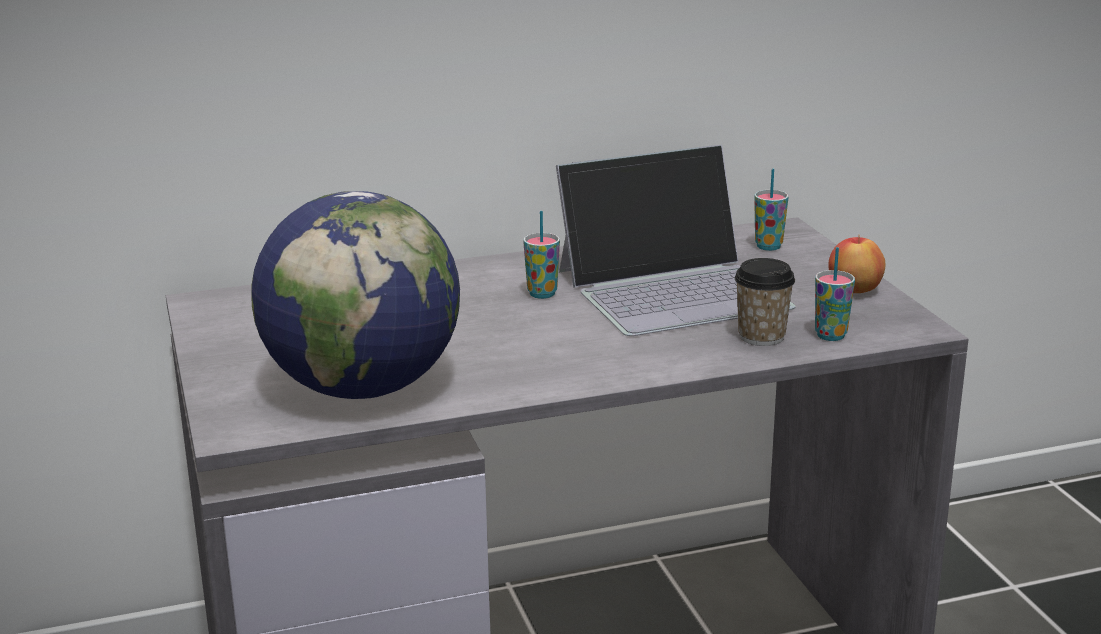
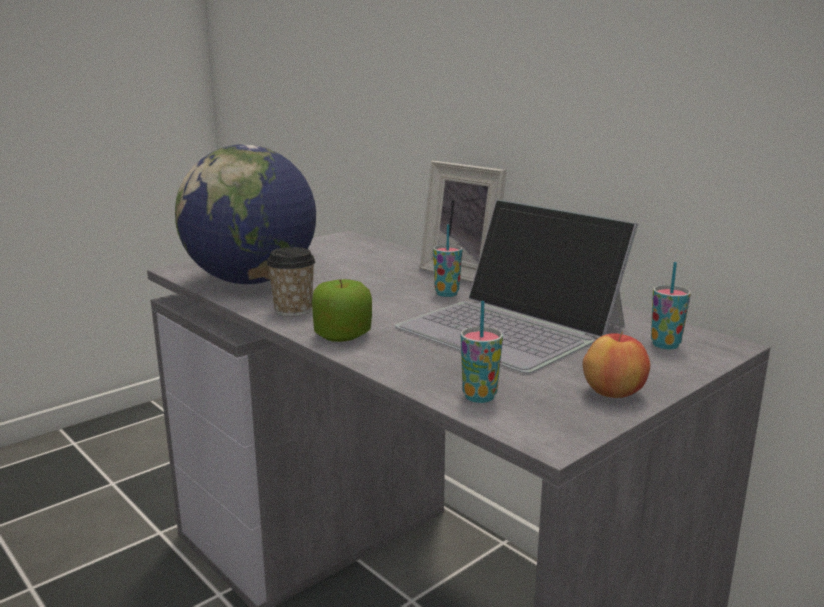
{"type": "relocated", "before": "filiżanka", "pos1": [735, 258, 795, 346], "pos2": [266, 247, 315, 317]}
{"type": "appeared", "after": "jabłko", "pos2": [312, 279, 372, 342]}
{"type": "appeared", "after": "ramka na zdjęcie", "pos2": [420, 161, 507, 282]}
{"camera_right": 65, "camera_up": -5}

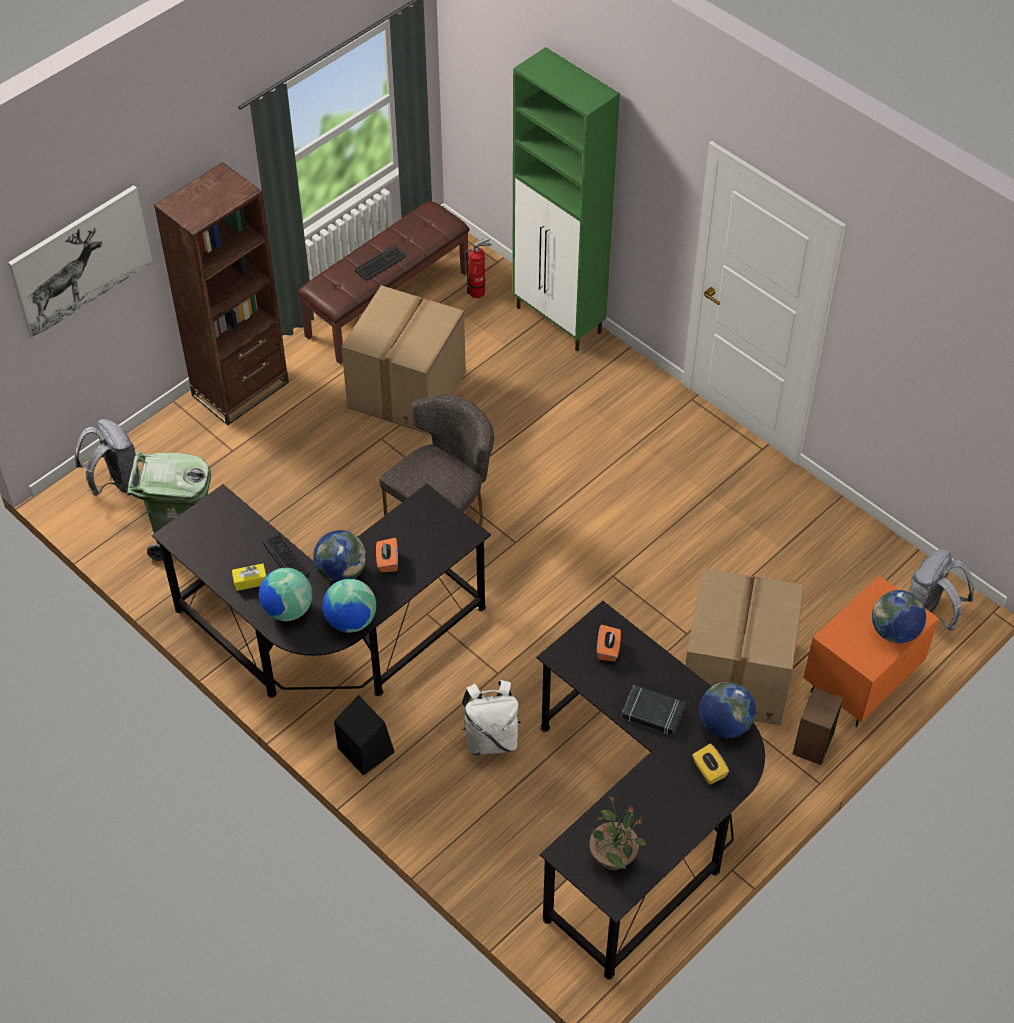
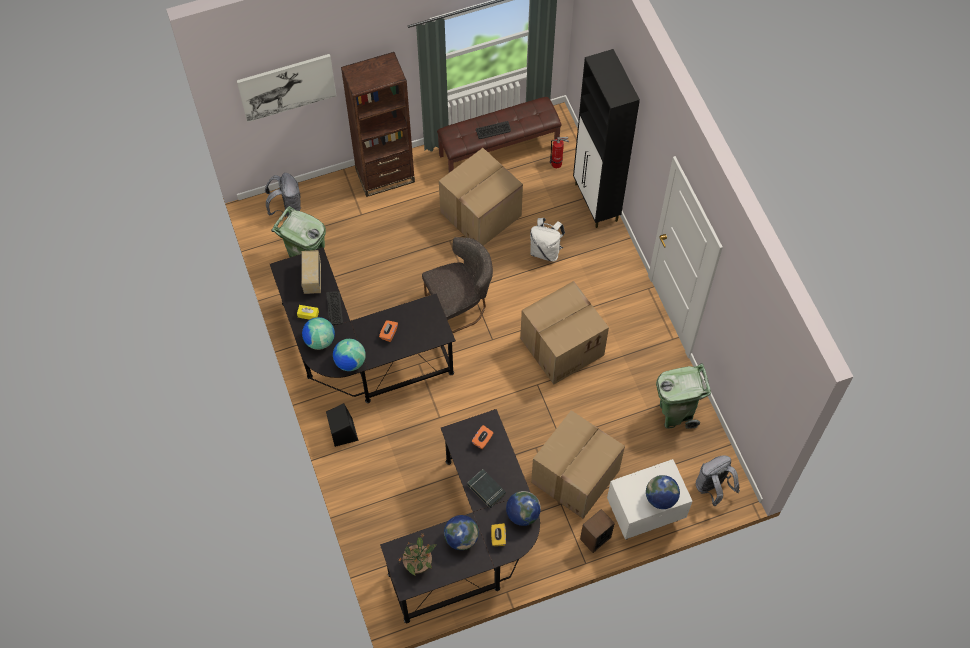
{"type": "appeared", "after": "radio", "pos2": [301, 250, 321, 294]}
{"type": "relocated", "before": "globus", "pos1": [313, 530, 366, 583], "pos2": [444, 515, 479, 550]}
{"type": "appeared", "after": "karton", "pos2": [520, 281, 609, 385]}
{"type": "relocated", "before": "plecak [biały]", "pos1": [461, 680, 521, 755], "pos2": [530, 218, 565, 262]}
{"type": "colour", "before": "szafka [zielony]", "after": "szafka [czarny]", "pos1": [512, 47, 620, 351], "pos2": [573, 49, 640, 228]}
{"type": "colour", "before": "szafka nocna [pomarańczowy]", "after": "szafka nocna [biały]", "pos1": [804, 575, 939, 727], "pos2": [607, 459, 692, 540]}
{"type": "appeared", "after": "kosz na śmieci [zielony]", "pos2": [656, 363, 711, 429]}
{"camera_right": 25, "camera_up": 10}

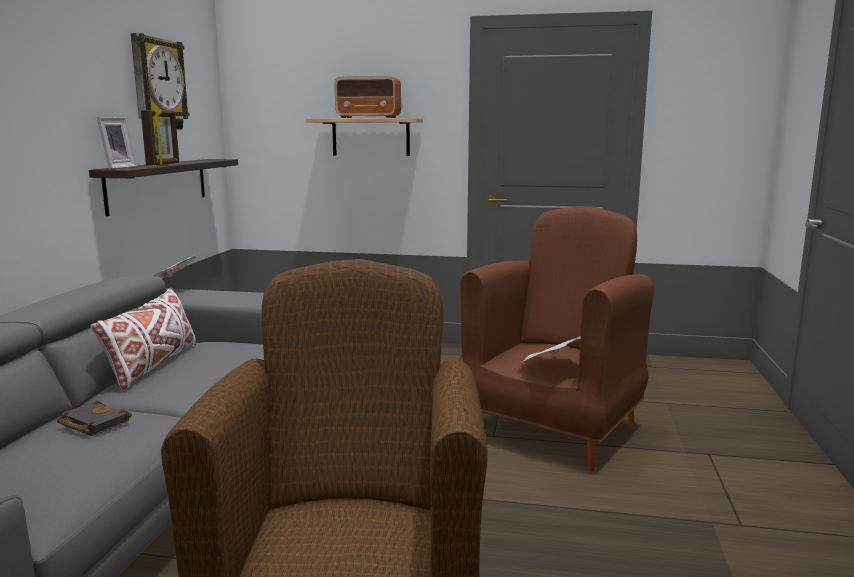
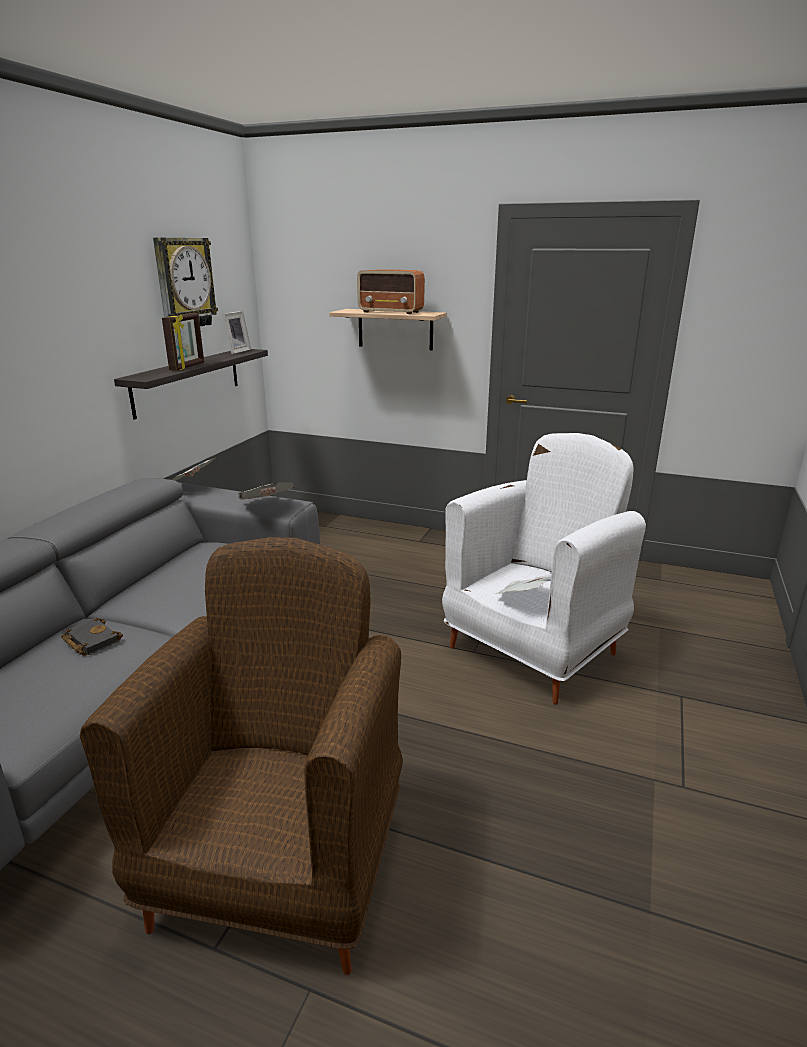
{"type": "relocated", "before": "ramka na zdjęcie", "pos1": [97, 117, 137, 169], "pos2": [223, 311, 251, 354]}
{"type": "appeared", "after": "gazeta", "pos2": [238, 482, 294, 500]}
{"type": "colour", "before": "fotel [brązowy]", "after": "fotel [biały]", "pos1": [460, 206, 654, 471], "pos2": [442, 433, 646, 704]}
{"type": "missing", "before": "poduszka [biały]", "pos1": [91, 288, 196, 389]}
{"camera_right": 10, "camera_up": 10}

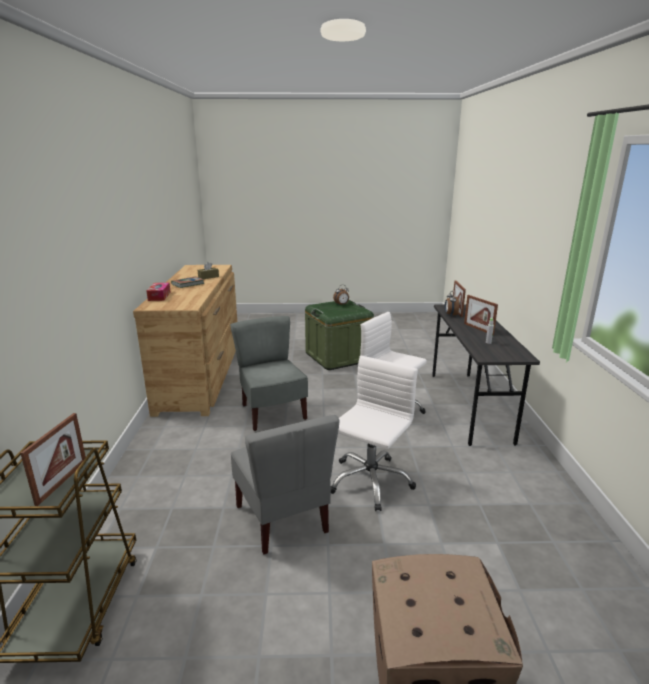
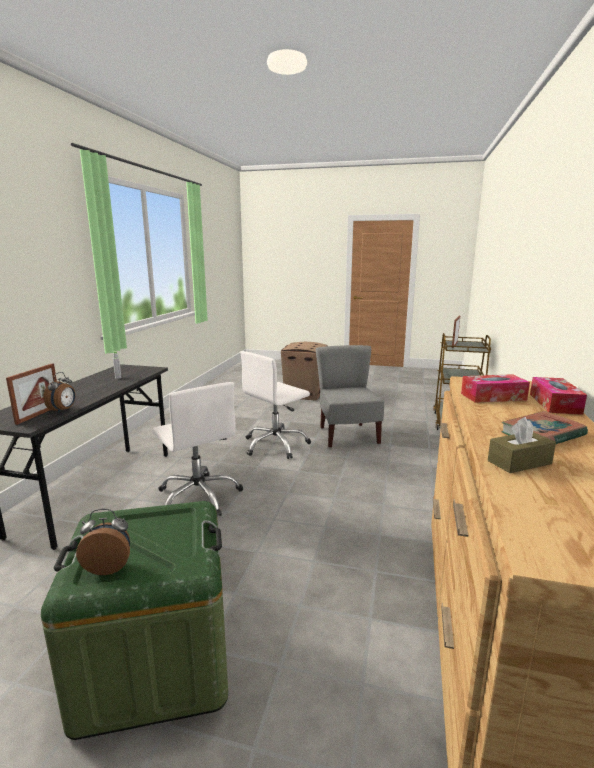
{"type": "appeared", "after": "pudełko chusteczek", "pos2": [461, 374, 530, 403]}
{"type": "missing", "before": "krzesło [szary]", "pos1": [230, 316, 308, 431]}
{"type": "missing", "before": "ramka na zdjęcie", "pos1": [464, 295, 498, 335]}
{"camera_right": -165, "camera_up": -5}

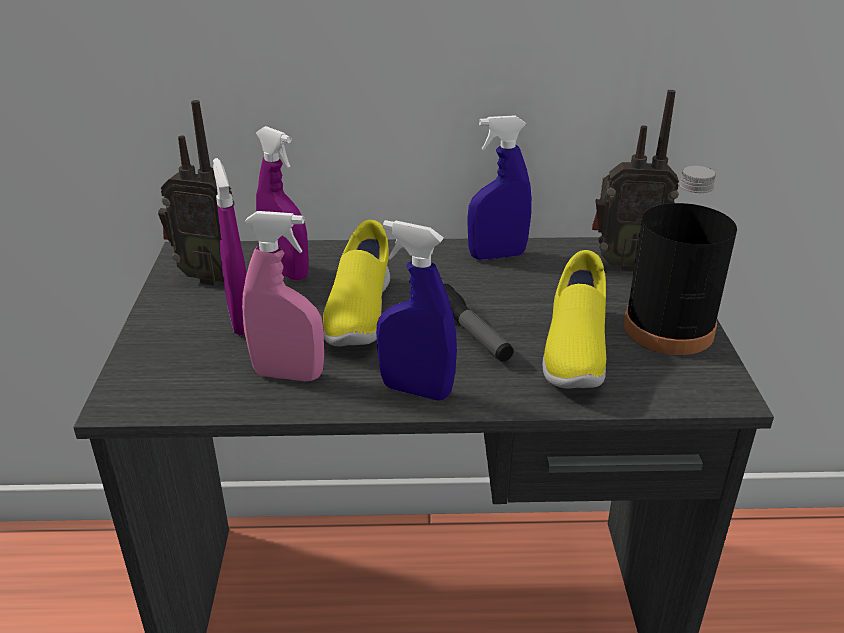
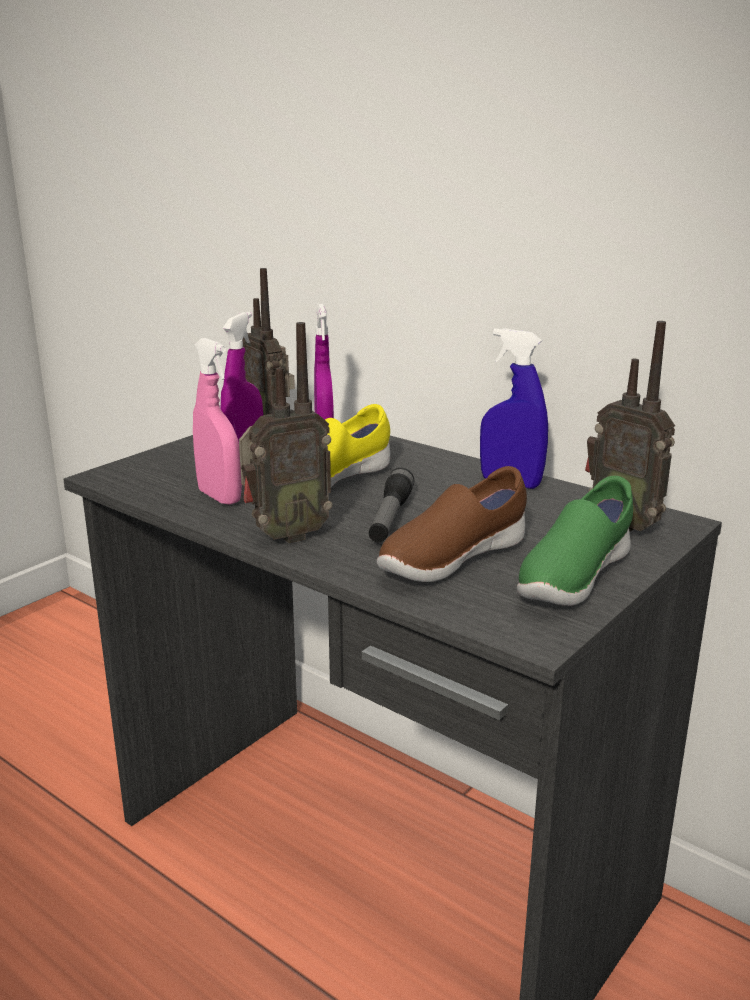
{"type": "exchanged", "before": "spryskiwacz [niebieski]", "after": "radio", "pos1": [376, 220, 457, 401], "pos2": [239, 322, 333, 543]}
{"type": "colour", "before": "but [żółty]", "after": "but [brązowy]", "pos1": [543, 250, 606, 389], "pos2": [377, 466, 527, 582]}
{"type": "exchanged", "before": "butelka [czarny]", "after": "but [zielony]", "pos1": [624, 166, 737, 355], "pos2": [517, 476, 633, 606]}
{"camera_right": 40, "camera_up": -10}

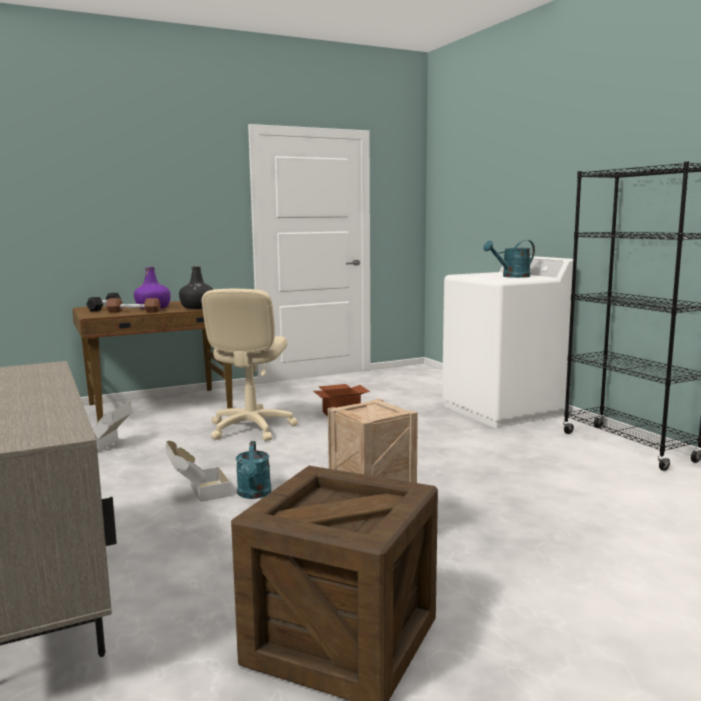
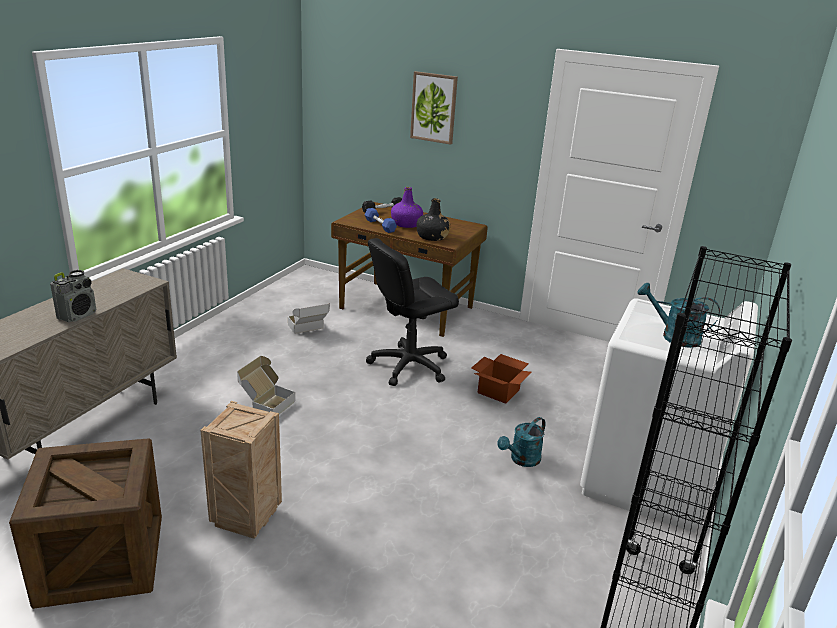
{"type": "appeared", "after": "radio", "pos2": [50, 270, 96, 322]}
{"type": "colour", "before": "hantel [brązowy]", "after": "hantel [niebieski]", "pos1": [106, 298, 161, 313], "pos2": [364, 208, 397, 233]}
{"type": "colour", "before": "krzesło biurowe [beżowy]", "after": "krzesło biurowe [czarny]", "pos1": [202, 289, 298, 441], "pos2": [366, 238, 459, 386]}
{"type": "appeared", "after": "obraz", "pos2": [410, 71, 458, 145]}
{"type": "relocated", "before": "konewka [turkusowy]", "pos1": [236, 441, 271, 499], "pos2": [497, 417, 546, 467]}
{"camera_right": 50, "camera_up": 15}

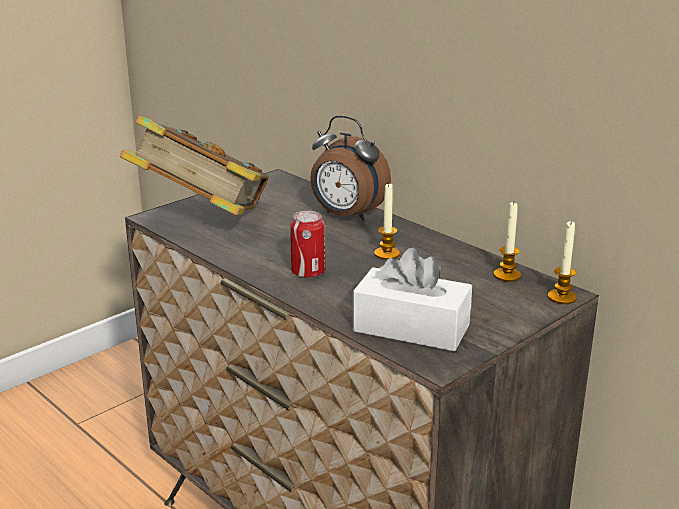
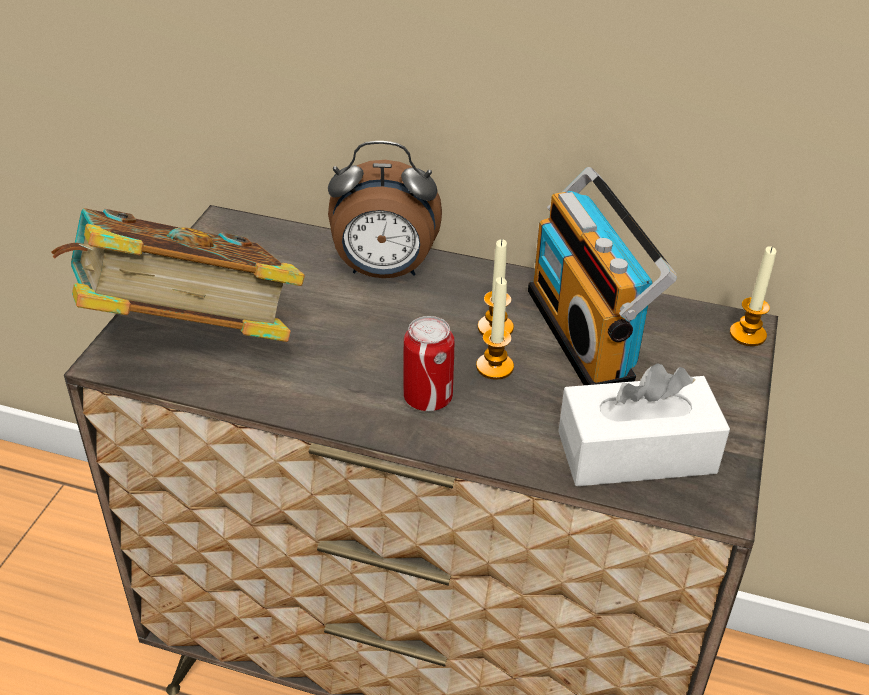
{"type": "relocated", "before": "świeca", "pos1": [494, 202, 521, 282], "pos2": [476, 277, 514, 380]}
{"type": "appeared", "after": "radio", "pos2": [528, 167, 677, 385]}
{"camera_right": -30, "camera_up": 15}

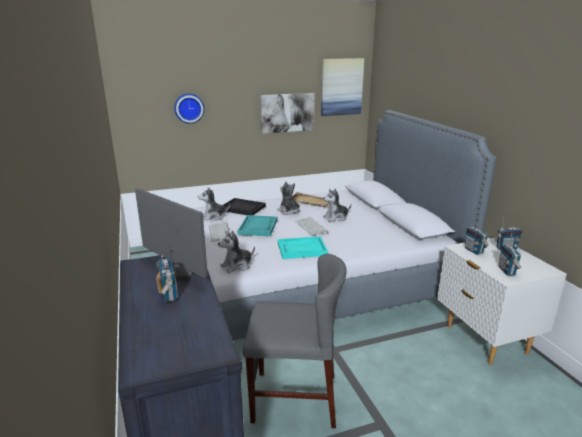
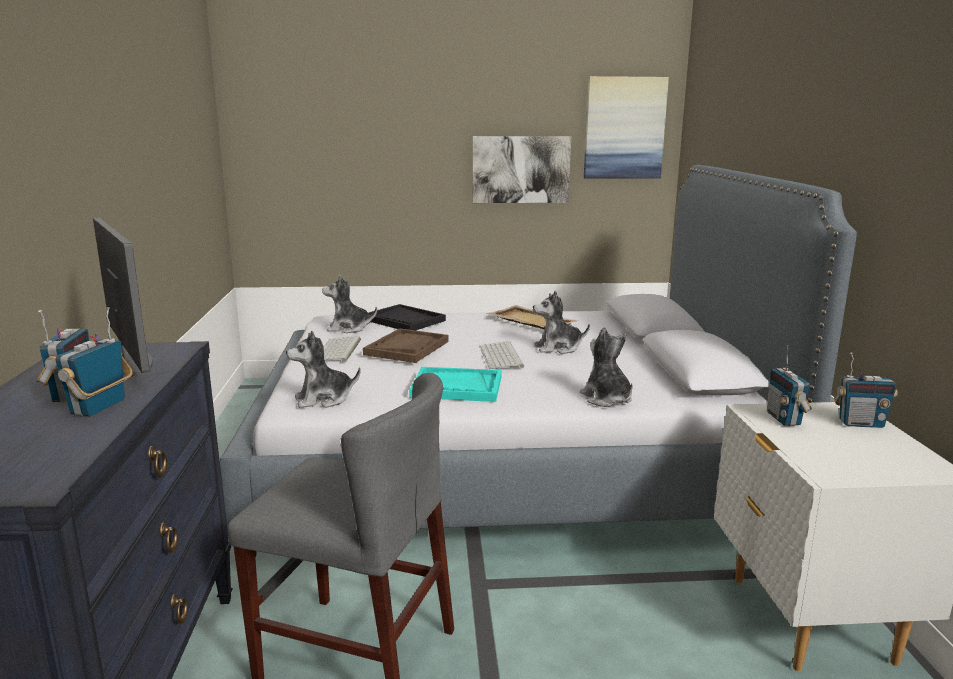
{"type": "relocated", "before": "radio", "pos1": [498, 233, 521, 275], "pos2": [55, 307, 133, 417]}
{"type": "colour", "before": "taca [turkusowy]", "after": "taca [brązowy]", "pos1": [237, 215, 277, 237], "pos2": [363, 328, 449, 363]}
{"type": "relocated", "before": "pluszak", "pos1": [277, 182, 300, 215], "pos2": [580, 327, 633, 407]}
{"type": "missing", "before": "zegar ścienny", "pos1": [174, 94, 204, 124]}
{"camera_right": 15, "camera_up": -5}

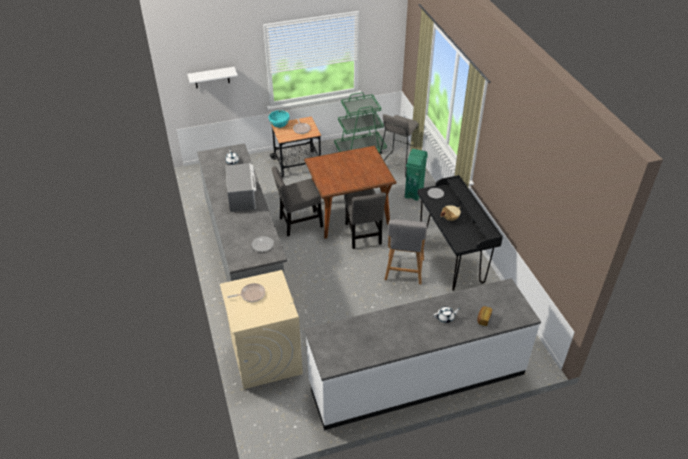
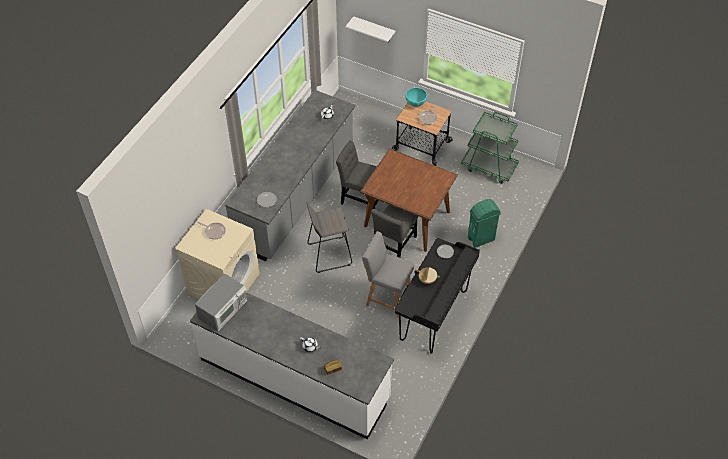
{"type": "relocated", "before": "mikrofalówka", "pos1": [226, 163, 256, 212], "pos2": [195, 273, 247, 331]}
{"type": "relocated", "before": "stołek [szary]", "pos1": [380, 114, 419, 177], "pos2": [306, 202, 352, 273]}
{"type": "spun", "before": "krzesło [szary]", "pos1": [384, 219, 427, 284], "pos2": [362, 231, 414, 318], "turn": 60}
{"camera_right": 45, "camera_up": 10}

